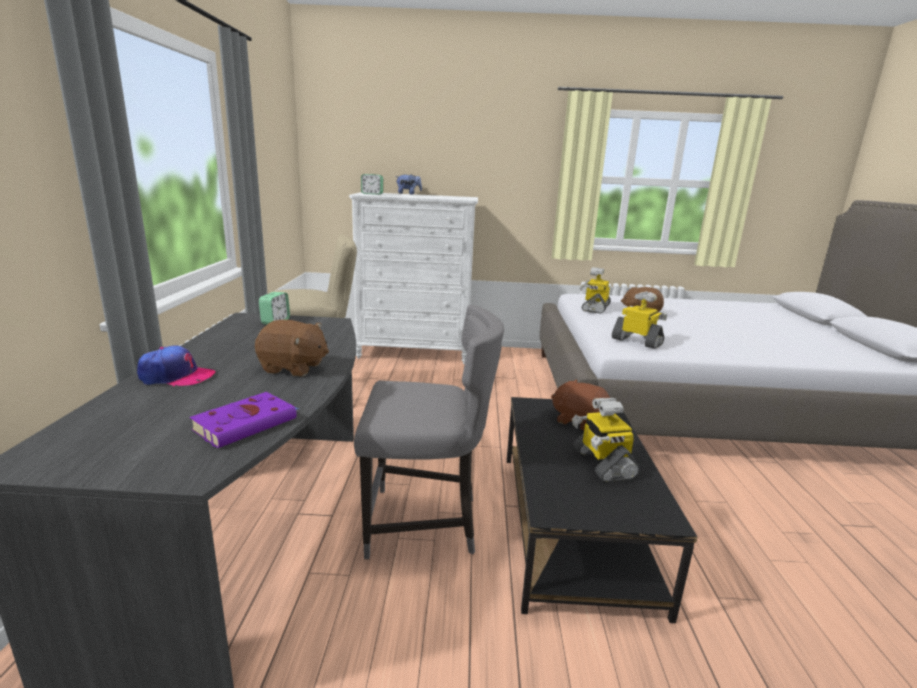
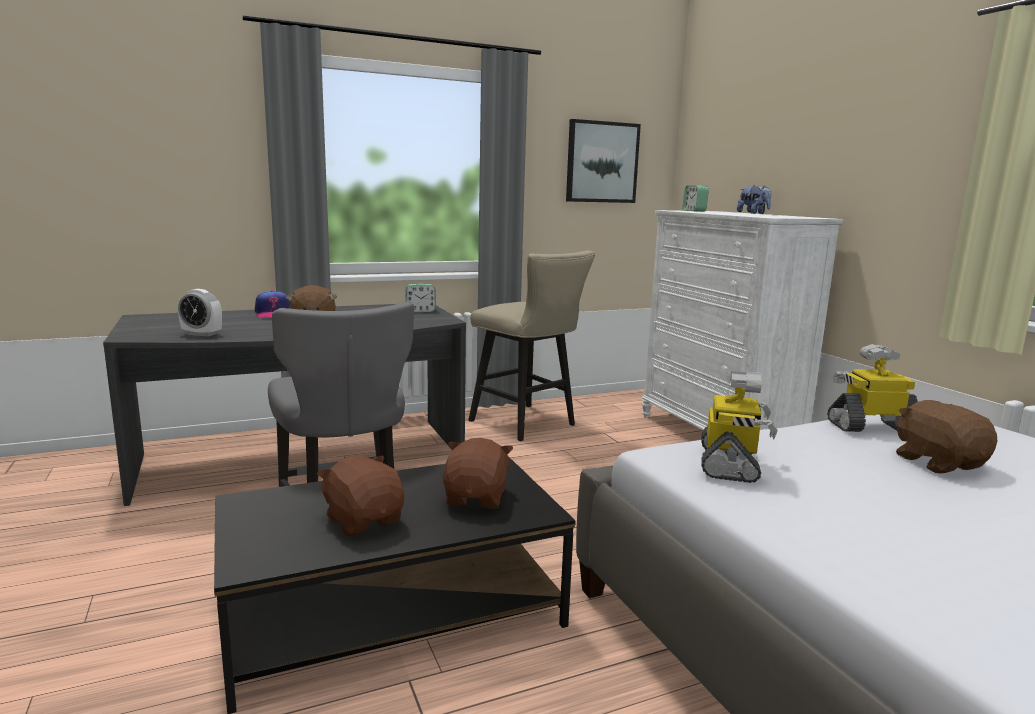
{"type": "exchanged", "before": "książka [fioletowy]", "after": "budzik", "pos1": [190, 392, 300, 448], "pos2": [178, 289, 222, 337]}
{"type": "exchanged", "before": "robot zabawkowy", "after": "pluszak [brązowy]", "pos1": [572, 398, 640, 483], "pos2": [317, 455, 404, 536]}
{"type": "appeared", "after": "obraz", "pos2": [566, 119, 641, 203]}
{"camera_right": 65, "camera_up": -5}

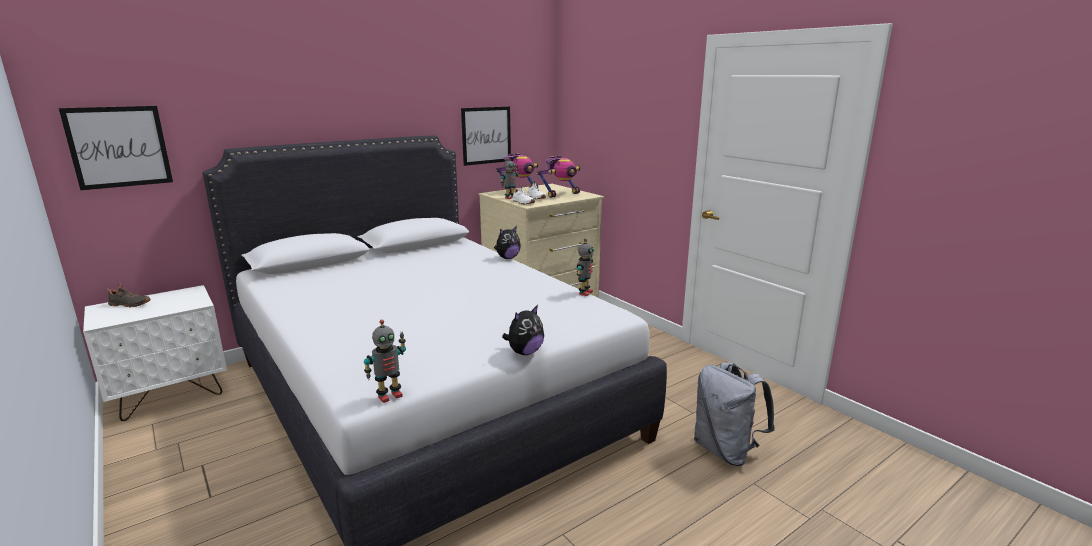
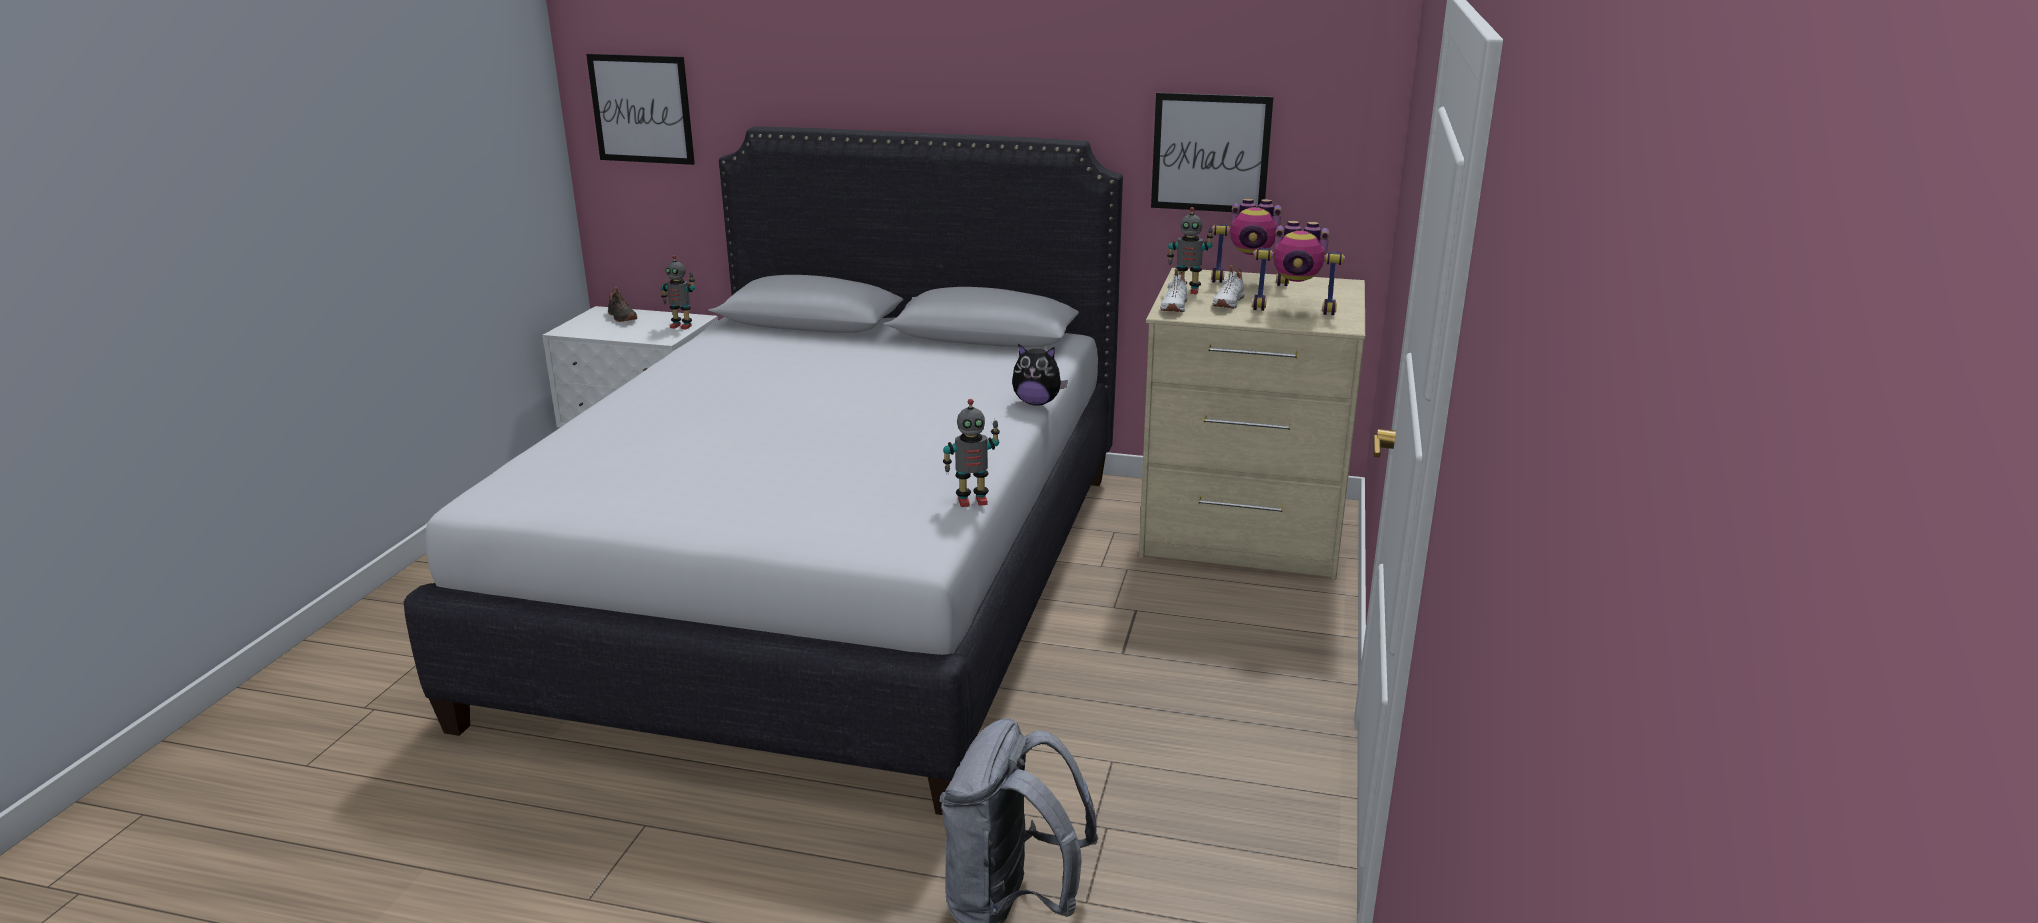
{"type": "relocated", "before": "robot zabawkowy", "pos1": [364, 320, 406, 403], "pos2": [661, 255, 695, 329]}
{"type": "missing", "before": "pluszak", "pos1": [502, 305, 544, 355]}
{"camera_right": 50, "camera_up": 5}

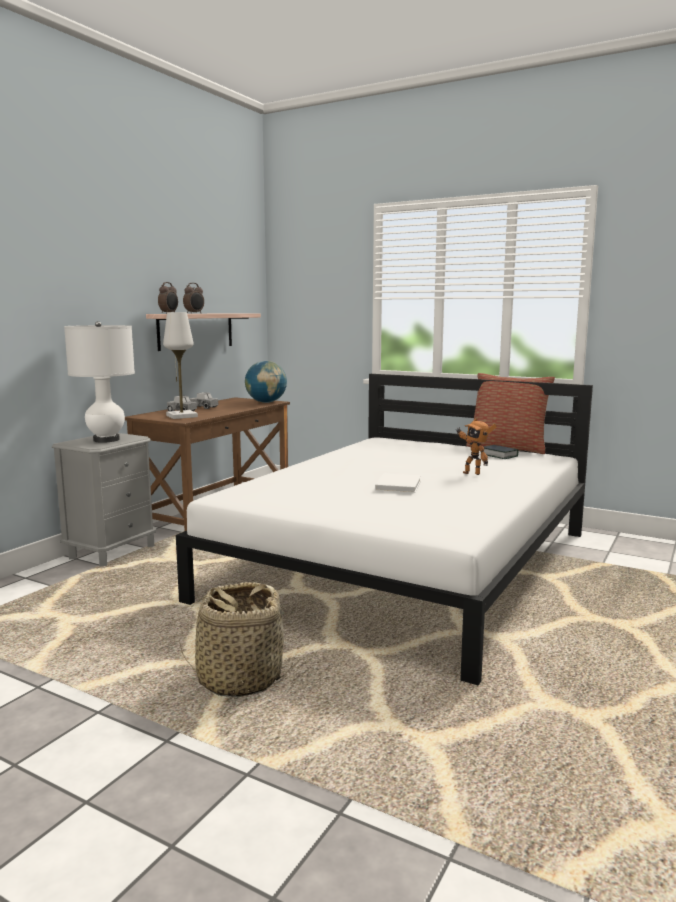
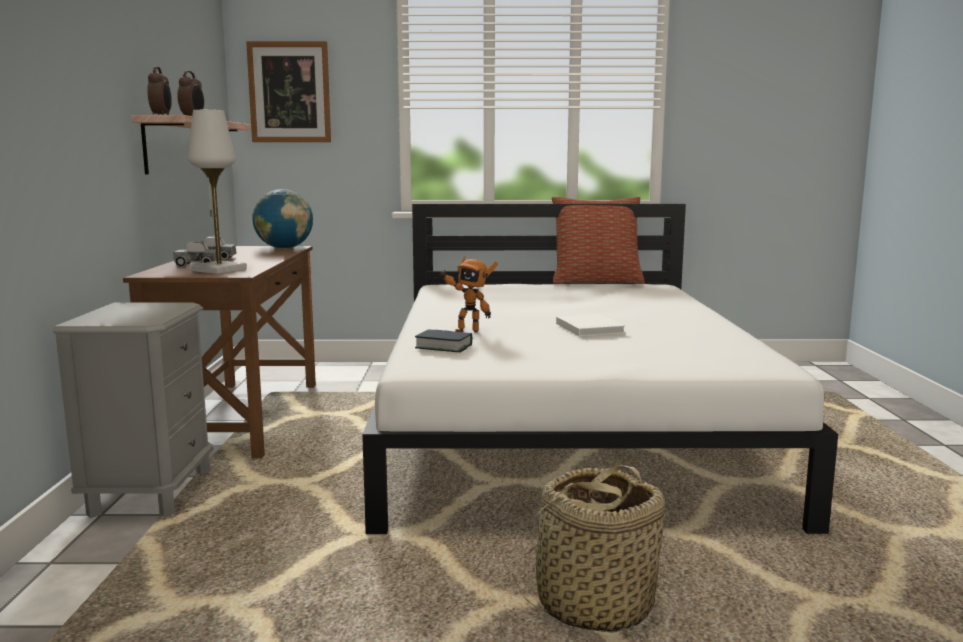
{"type": "appeared", "after": "obraz", "pos2": [246, 41, 331, 142]}
{"type": "relocated", "before": "książka", "pos1": [484, 445, 518, 459], "pos2": [415, 329, 472, 352]}
{"type": "relocated", "before": "robot zabawkowy", "pos1": [456, 418, 497, 475], "pos2": [439, 256, 498, 332]}
{"type": "missing", "before": "lampa stołowa [biały]", "pos1": [64, 321, 135, 443]}
{"camera_right": -30, "camera_up": 0}

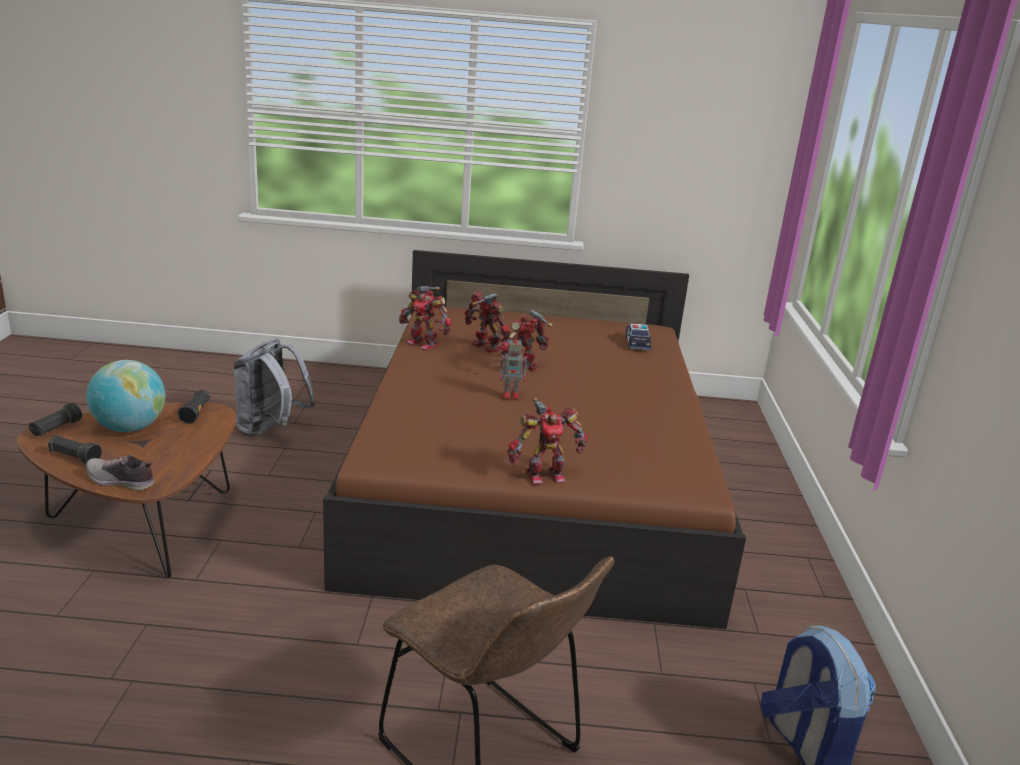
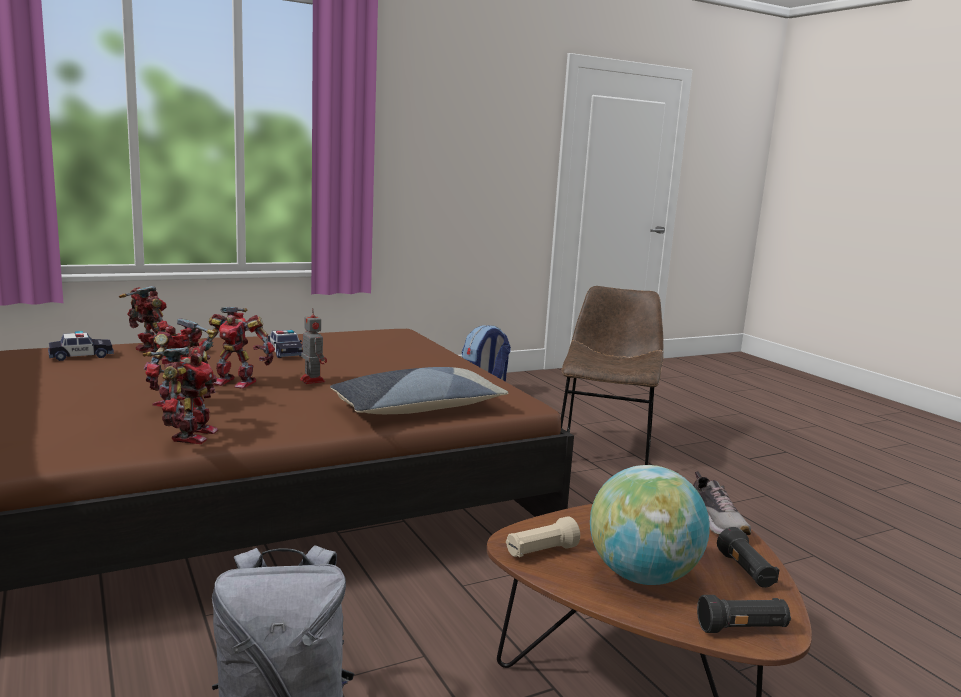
{"type": "relocated", "before": "robot zabawkowy", "pos1": [507, 398, 588, 485], "pos2": [119, 286, 170, 353]}
{"type": "appeared", "after": "samochodzik", "pos2": [267, 330, 303, 358]}
{"type": "appeared", "after": "poduszka", "pos2": [330, 367, 508, 414]}
{"type": "colour", "before": "latarka [czarny]", "after": "latarka [beżowy]", "pos1": [178, 390, 209, 424], "pos2": [506, 516, 580, 557]}
{"camera_right": -120, "camera_up": -10}

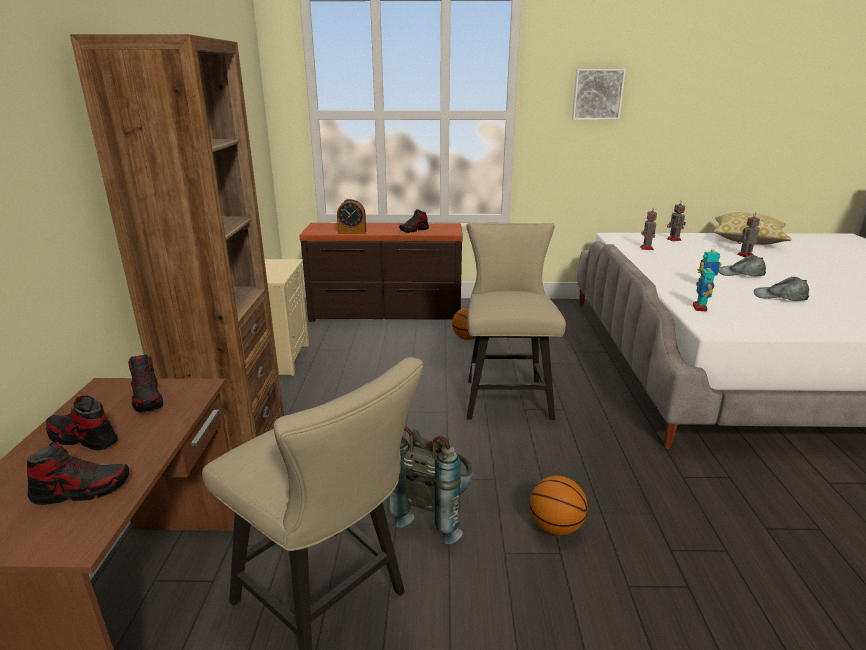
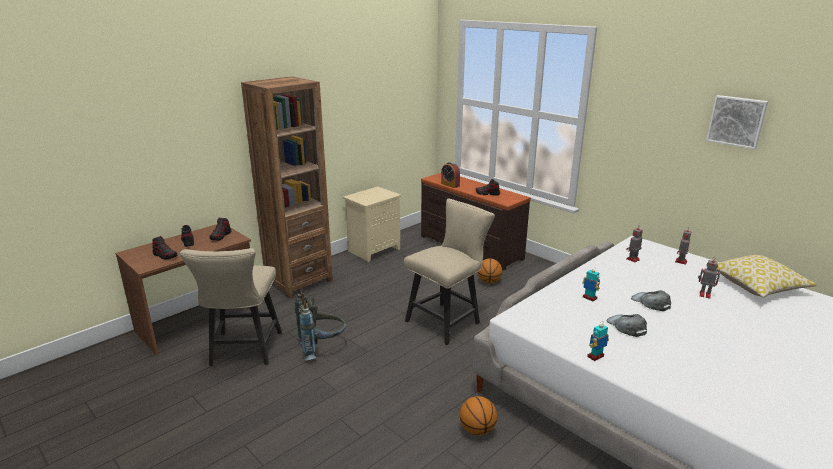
{"type": "relocated", "before": "piłka do koszykówki", "pos1": [529, 476, 588, 536], "pos2": [460, 396, 497, 436]}
{"type": "relocated", "before": "robot zabawkowy", "pos1": [693, 268, 714, 312], "pos2": [587, 324, 609, 361]}
{"type": "relocated", "before": "obraz", "pos1": [572, 69, 626, 120], "pos2": [706, 95, 768, 149]}
{"camera_right": 45, "camera_up": 0}

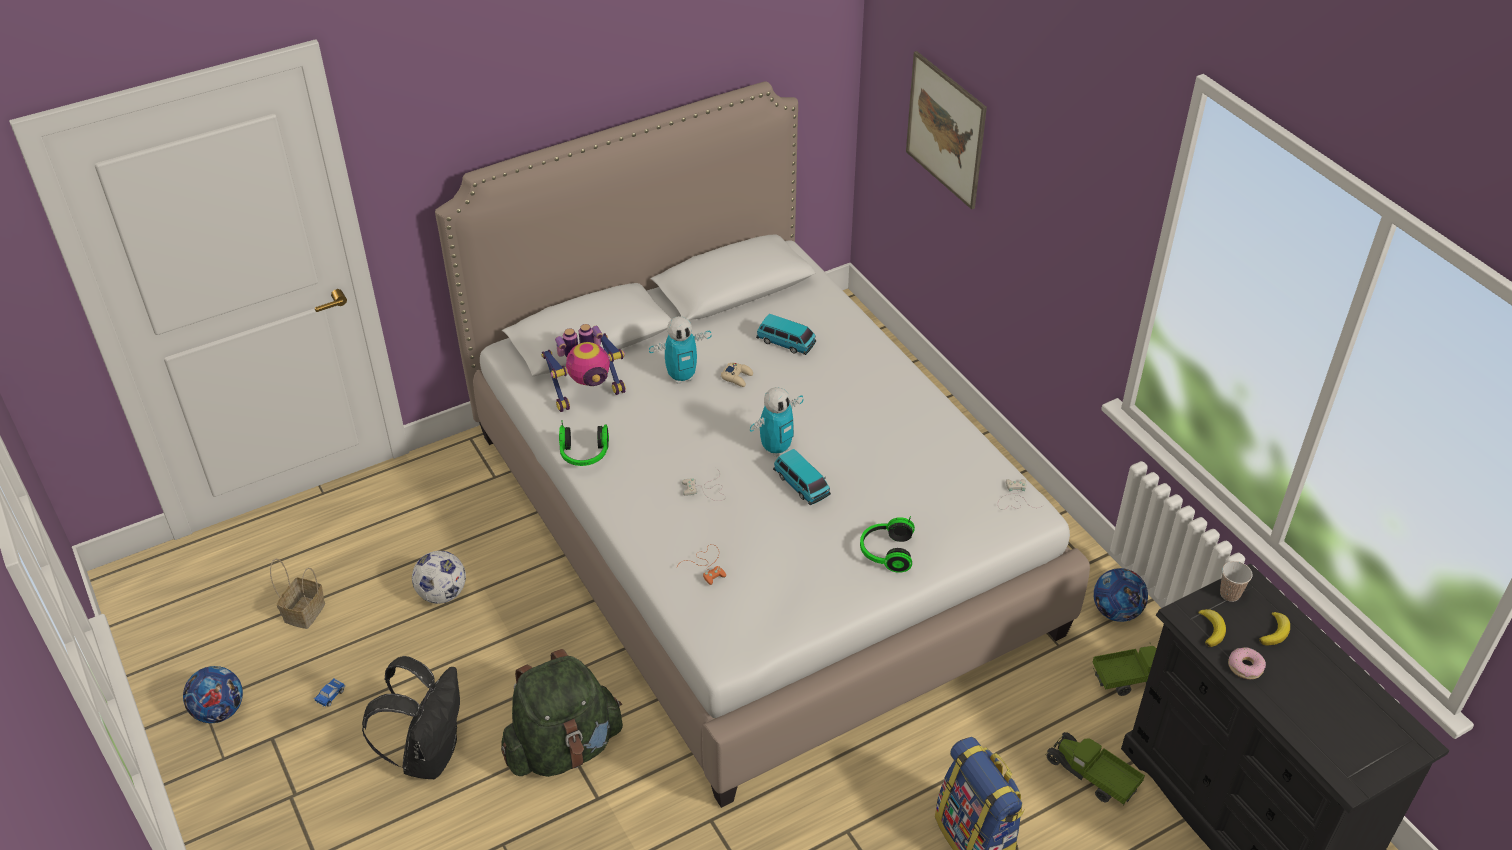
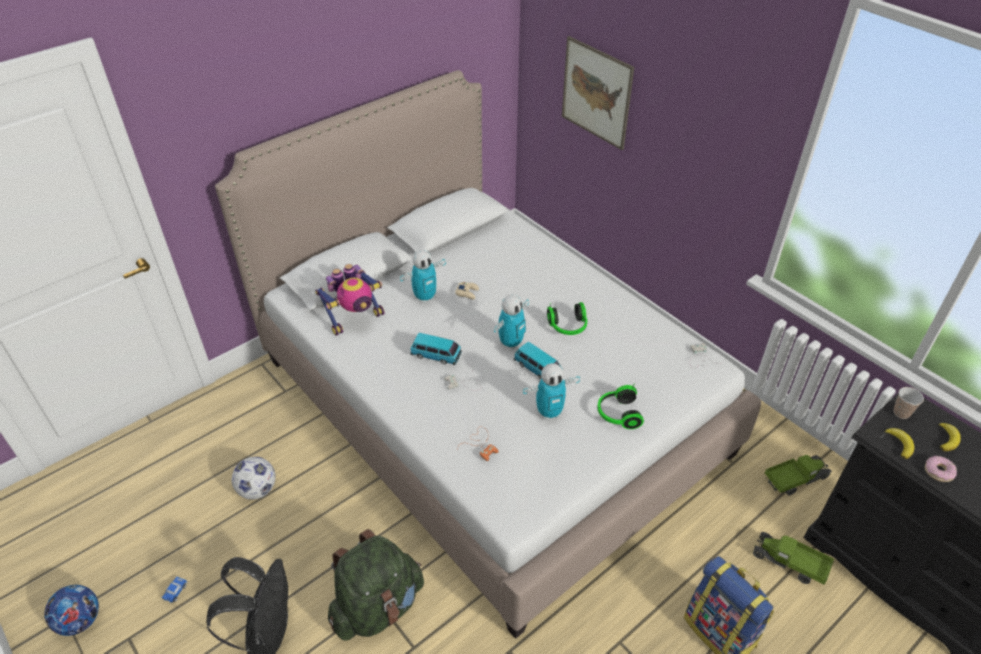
{"type": "relocated", "before": "samochodzik", "pos1": [756, 314, 816, 355], "pos2": [410, 333, 462, 365]}
{"type": "appeared", "after": "robot zabawkowy", "pos2": [523, 363, 580, 420]}
{"type": "relocated", "before": "słuchawki", "pos1": [559, 420, 609, 466], "pos2": [547, 302, 587, 335]}
{"type": "missing", "before": "koszyk", "pos1": [270, 559, 325, 629]}
{"type": "missing", "before": "piłka futbolowa", "pos1": [1093, 568, 1148, 622]}
{"camera_right": -10, "camera_up": 0}

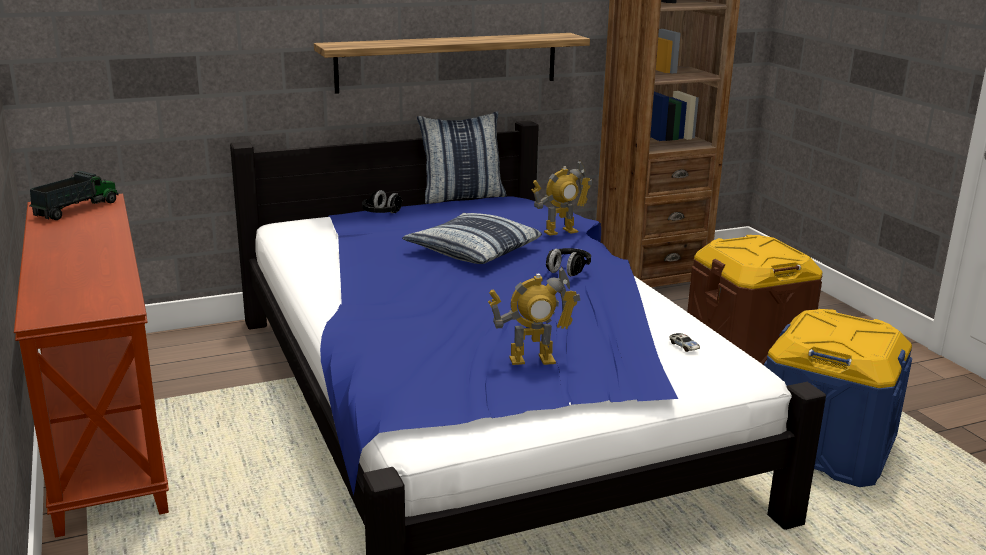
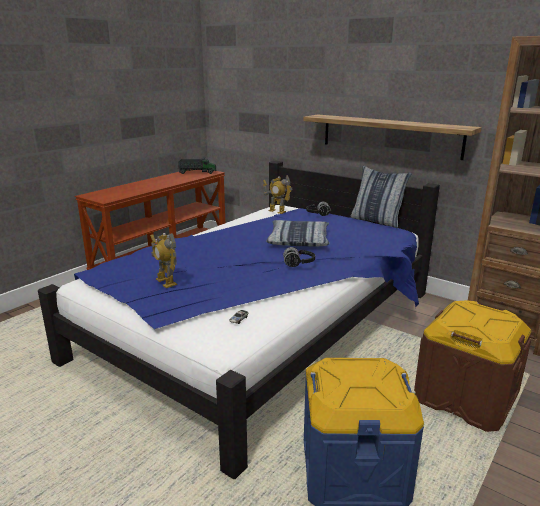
{"type": "relocated", "before": "robot zabawkowy", "pos1": [532, 160, 593, 236], "pos2": [263, 175, 293, 214]}
{"camera_right": 60, "camera_up": 0}

